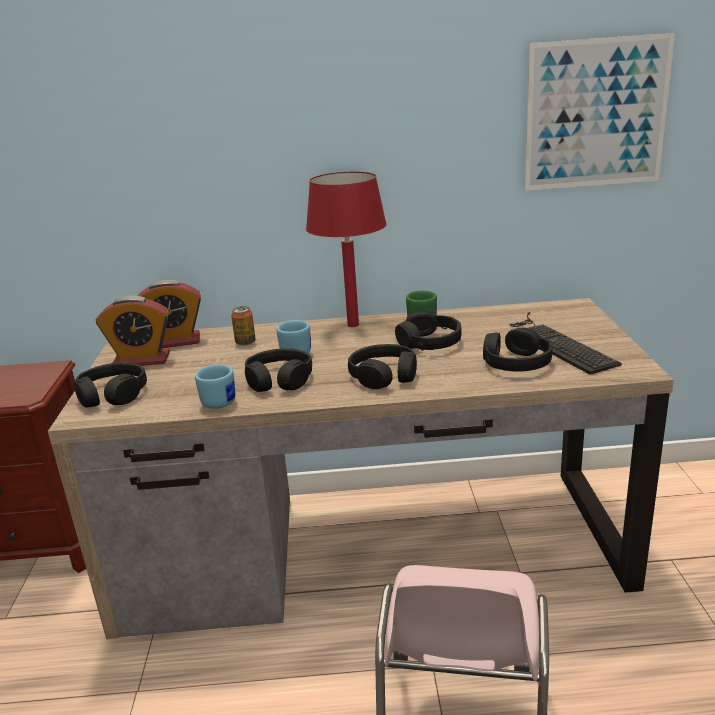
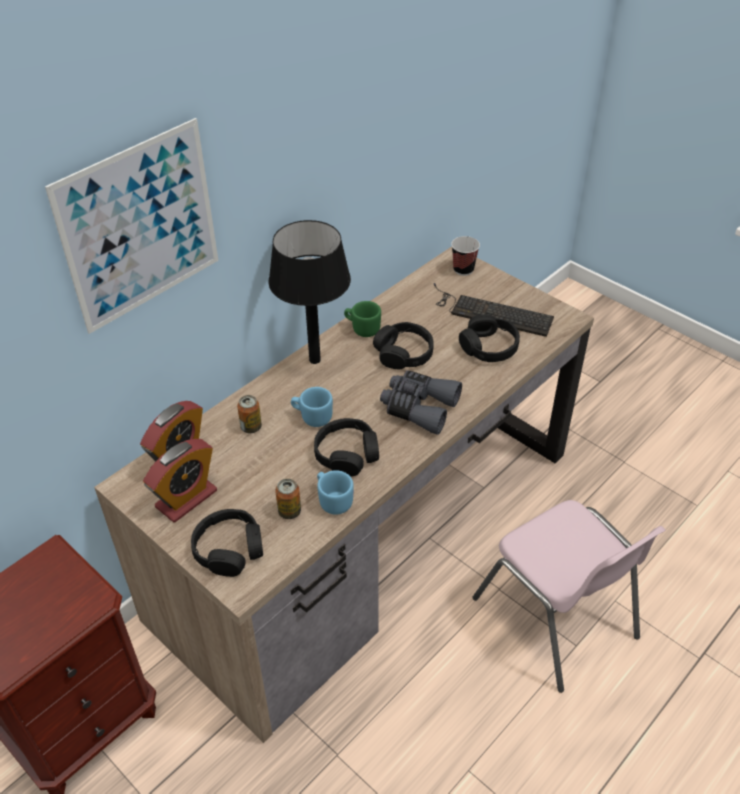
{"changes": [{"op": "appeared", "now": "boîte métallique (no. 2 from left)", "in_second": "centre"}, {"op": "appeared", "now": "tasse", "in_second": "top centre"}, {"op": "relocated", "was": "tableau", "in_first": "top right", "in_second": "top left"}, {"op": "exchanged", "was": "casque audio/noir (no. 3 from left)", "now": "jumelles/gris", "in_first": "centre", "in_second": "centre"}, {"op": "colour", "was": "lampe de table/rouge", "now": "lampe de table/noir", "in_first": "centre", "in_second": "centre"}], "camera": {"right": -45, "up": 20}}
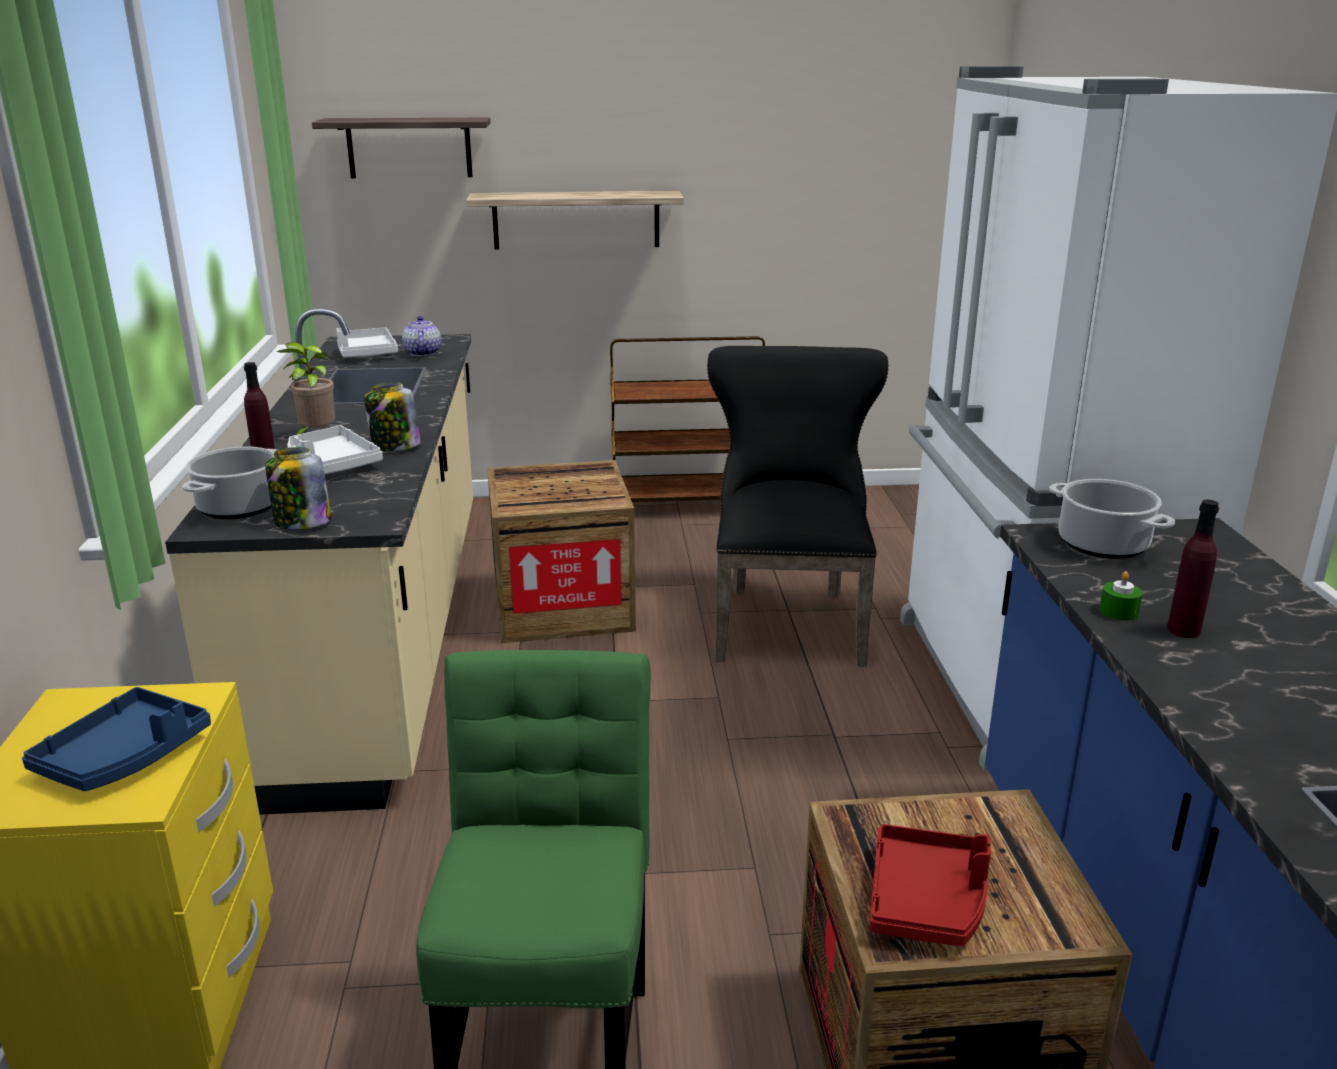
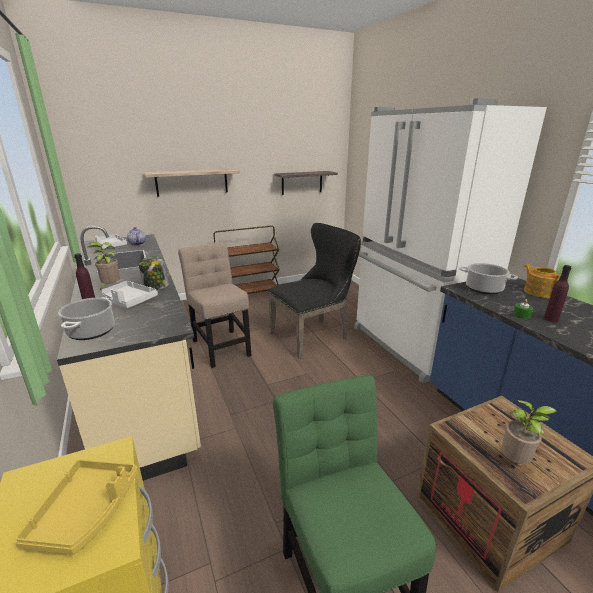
{"changes": [{"op": "missing", "was": "bocal (no. 1 from left)", "in_first": "middle left"}, {"op": "appeared", "now": "théière (no. 2 from left)", "in_second": "middle right"}, {"op": "relocated", "was": "étagère (no. 1 from left in the first image)", "now": "étagère (no. 2 from left)", "in_first": "top left", "in_second": "top centre"}, {"op": "exchanged", "was": "caisse (no. 1 from left)", "now": "chaise/beige", "in_first": "centre", "in_second": "centre"}, {"op": "exchanged", "was": "plateau/rouge", "now": "plante en pot (no. 2 from left)", "in_first": "bottom right", "in_second": "bottom right"}, {"op": "colour", "was": "plateau/bleu", "now": "plateau/jaune", "in_first": "bottom left", "in_second": "bottom left"}, {"op": "spun", "was": "chaise/noir", "in_first": "centre", "in_second": "centre", "clockwise": 75}], "camera": {"right": -20, "up": 0}}
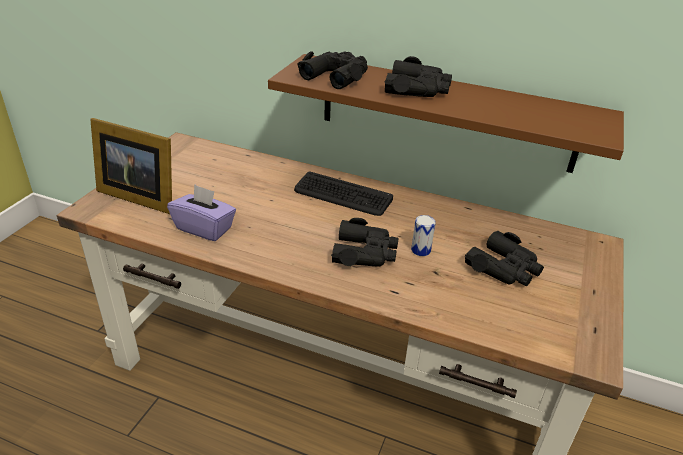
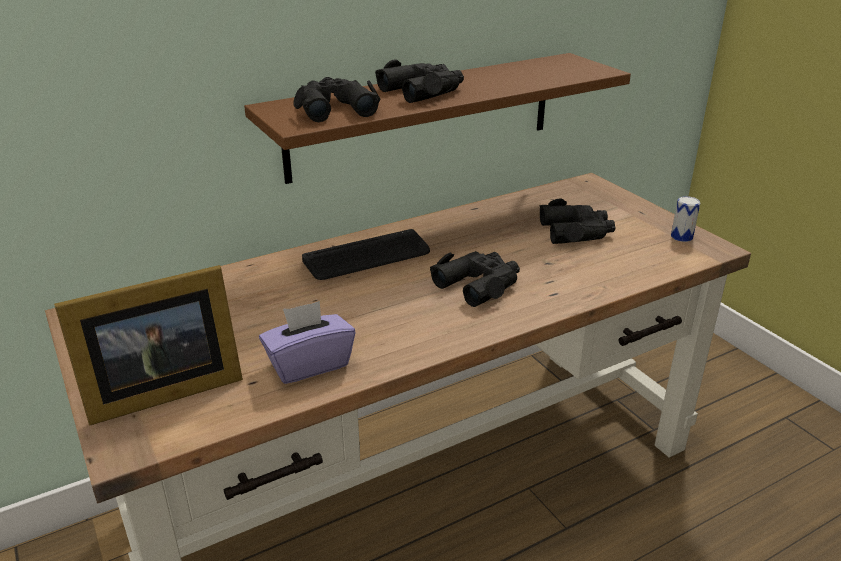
{"changes": [{"op": "relocated", "was": "boîte métallique", "in_first": "centre", "in_second": "middle right"}], "camera": {"right": -50, "up": -5}}
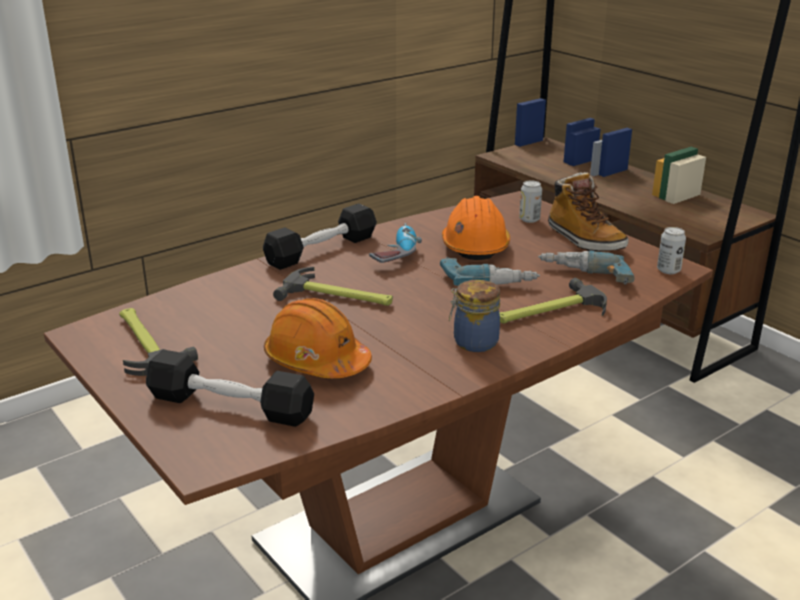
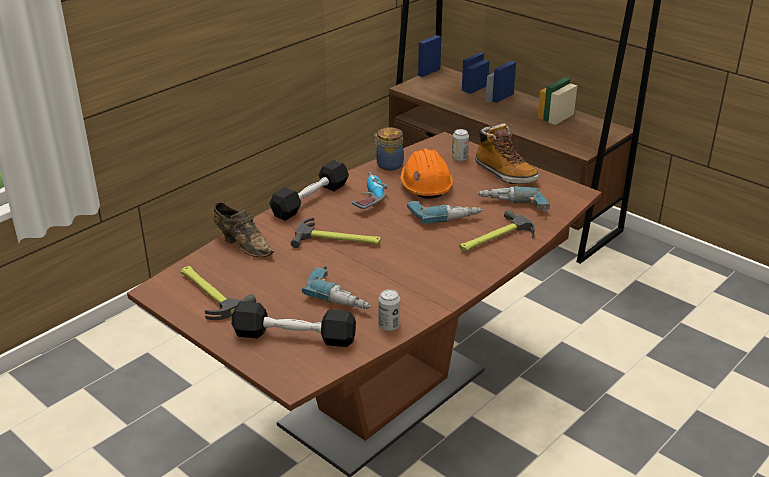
{"changes": [{"op": "appeared", "now": "chaussure/marron", "in_second": "middle left"}, {"op": "relocated", "was": "bocal", "in_first": "centre", "in_second": "top centre"}, {"op": "relocated", "was": "boîte métallique (no. 2 from left in the first image)", "now": "boîte métallique (no. 1 from left)", "in_first": "middle right", "in_second": "centre"}, {"op": "exchanged", "was": "casque de chantier/orange (no. 1 from left)", "now": "perceuse (no. 1 from left)", "in_first": "centre", "in_second": "centre"}], "camera": {"right": -10, "up": 5}}
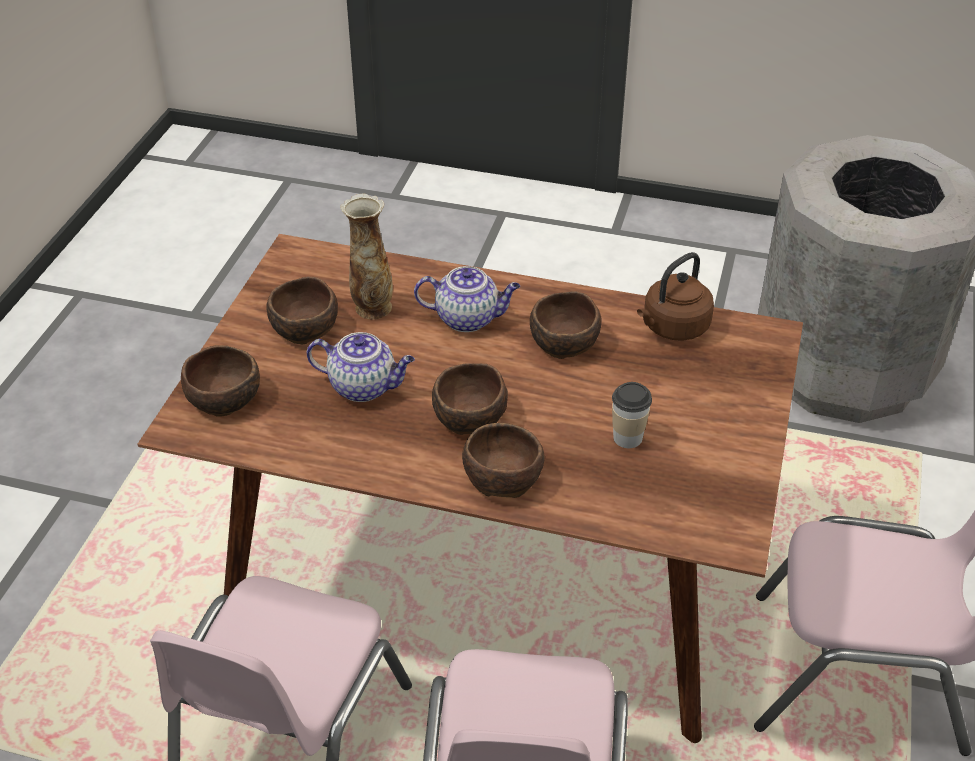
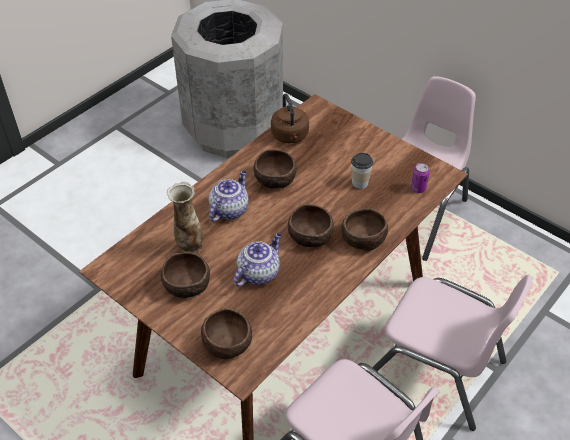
{"changes": [{"op": "appeared", "now": "boîte métallique", "in_second": "middle right"}], "camera": {"right": -65, "up": 5}}
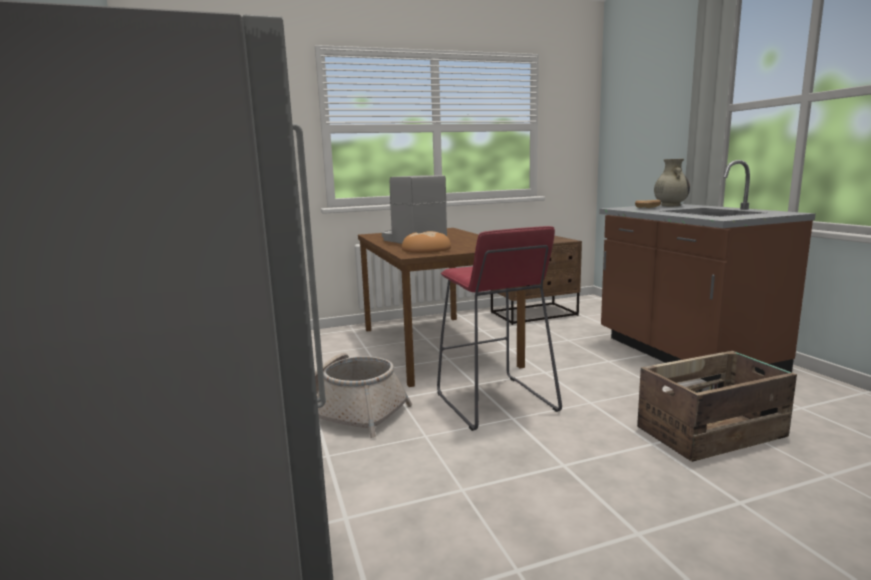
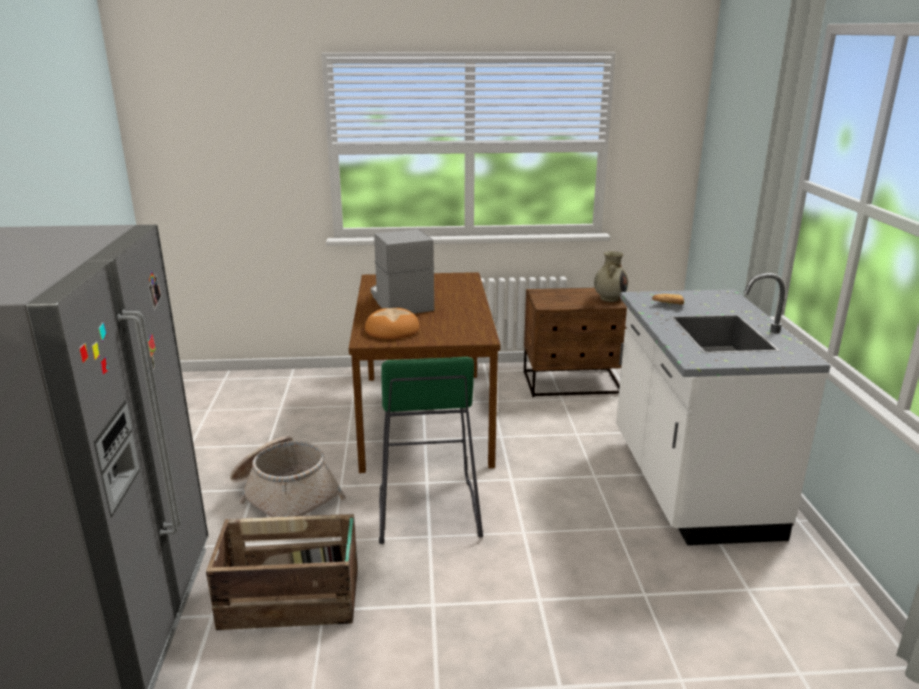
{"changes": [{"op": "relocated", "was": "caisse", "in_first": "bottom right", "in_second": "bottom left"}, {"op": "relocated", "was": "vase/beige", "in_first": "top right", "in_second": "centre"}, {"op": "colour", "was": "tabouret/rouge", "now": "tabouret/vert", "in_first": "centre", "in_second": "centre"}, {"op": "colour", "was": "comptoir de cuisine/marron", "now": "comptoir de cuisine/blanc", "in_first": "middle right", "in_second": "middle right"}], "camera": {"right": 15, "up": 10}}
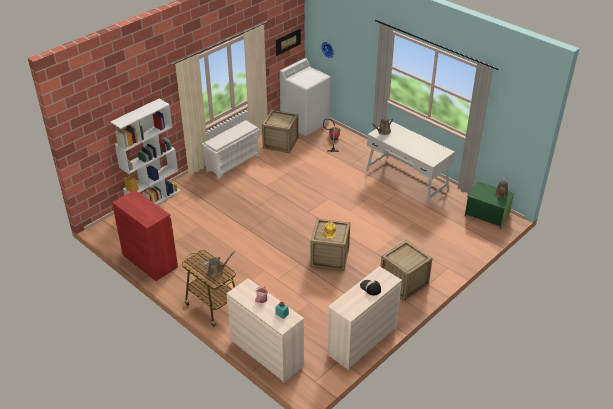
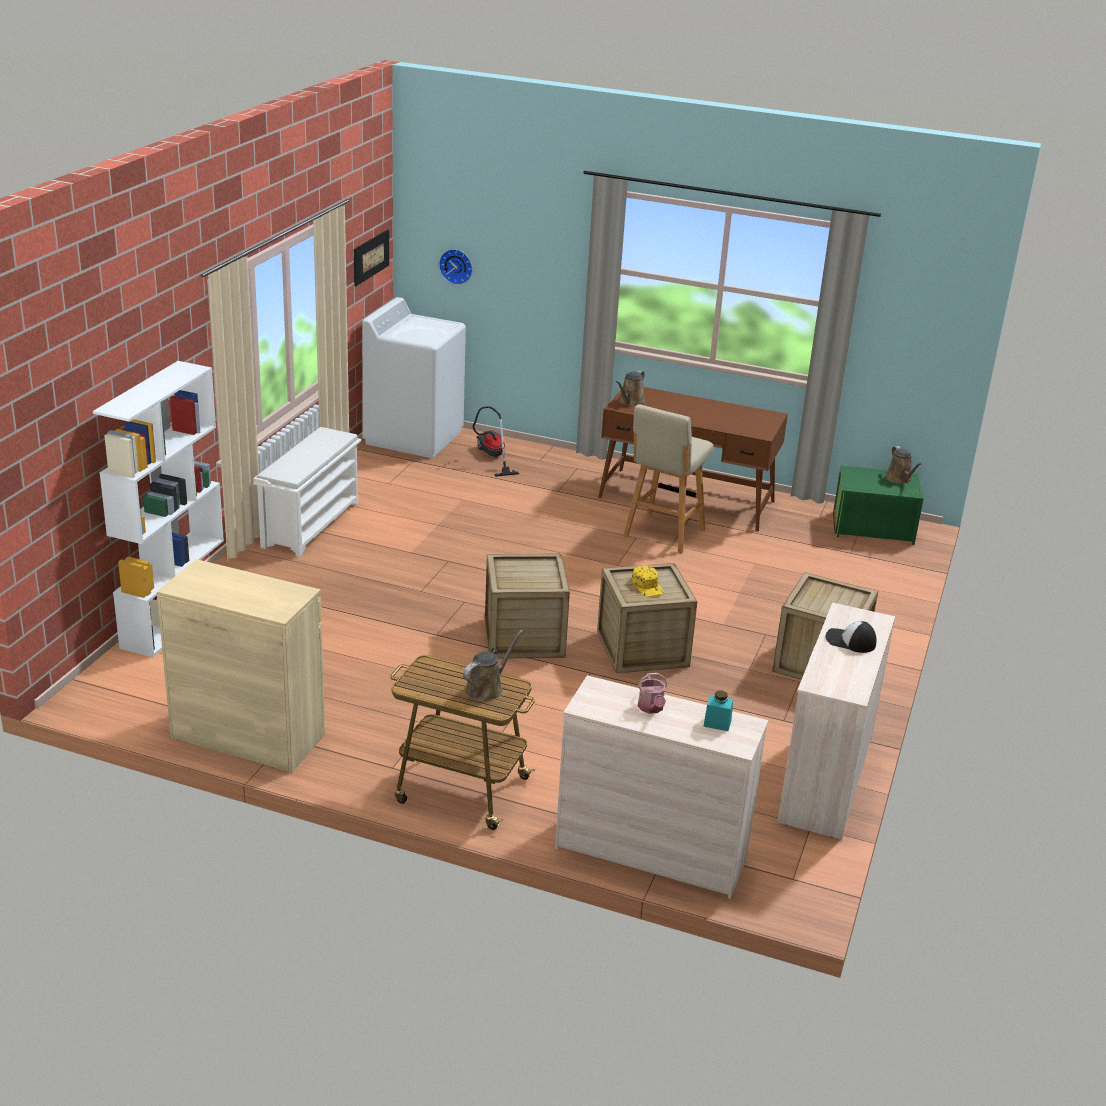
{"changes": [{"op": "appeared", "now": "tabouret/beige", "in_second": "centre"}, {"op": "relocated", "was": "caisse (no. 1 from left)", "in_first": "top centre", "in_second": "centre"}, {"op": "colour", "was": "meuble de rangement/rouge", "now": "meuble de rangement/beige", "in_first": "middle left", "in_second": "middle left"}, {"op": "colour", "was": "bureau/blanc", "now": "bureau/marron", "in_first": "middle right", "in_second": "centre"}], "camera": {"right": -25, "up": -10}}
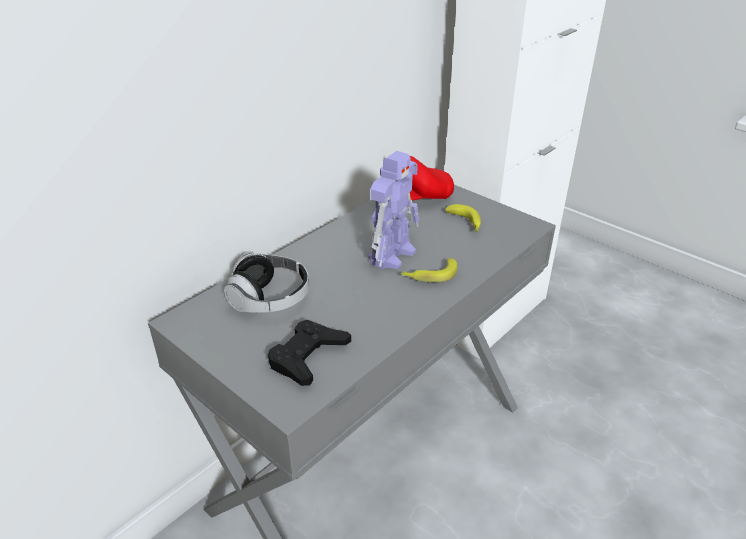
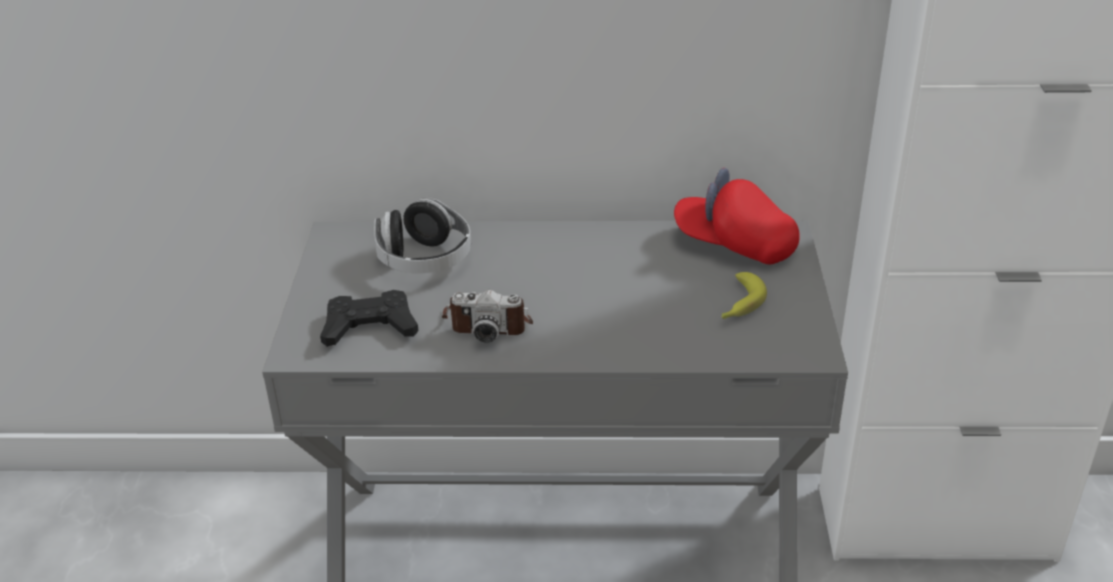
{"changes": [{"op": "missing", "was": "robot jouet", "in_first": "centre"}, {"op": "missing", "was": "banane (no. 1 from left)", "in_first": "centre"}, {"op": "appeared", "now": "appareil photo", "in_second": "centre"}], "camera": {"right": 50, "up": 0}}
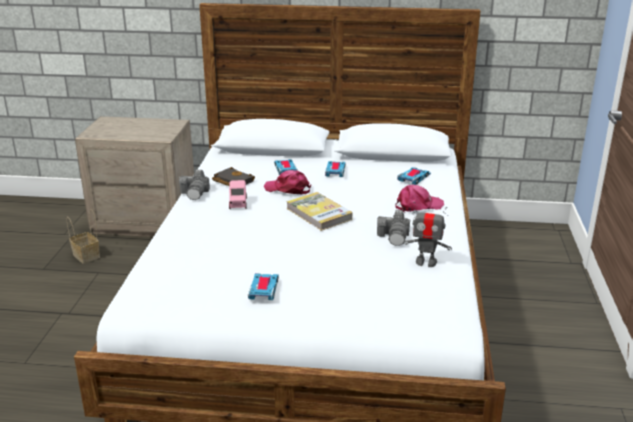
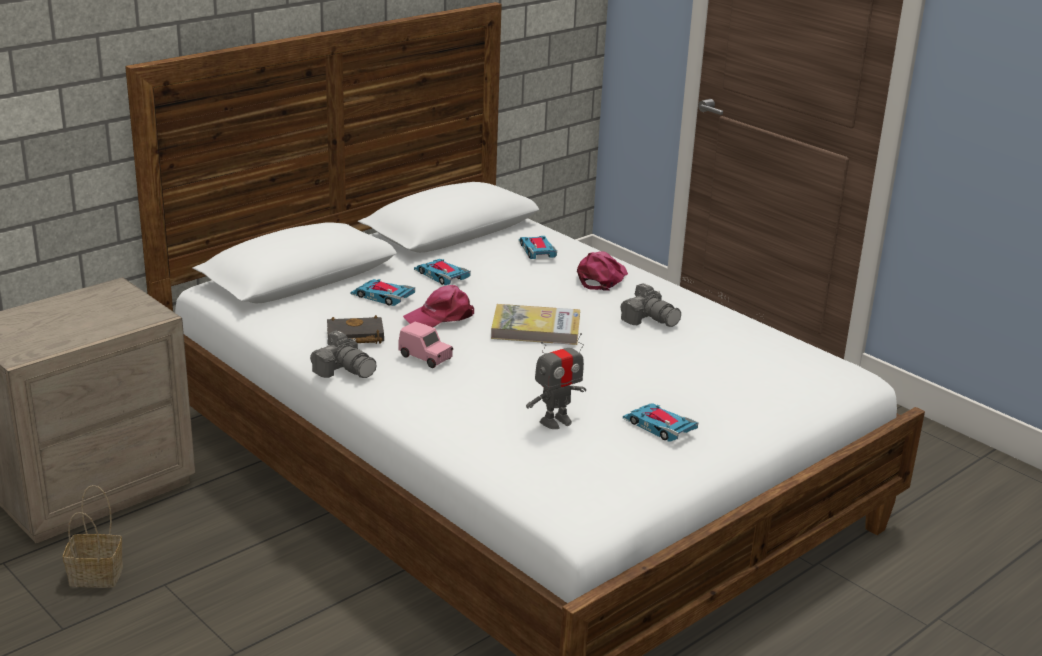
{"changes": [{"op": "relocated", "was": "robot jouet", "in_first": "middle right", "in_second": "centre"}], "camera": {"right": -50, "up": 0}}
